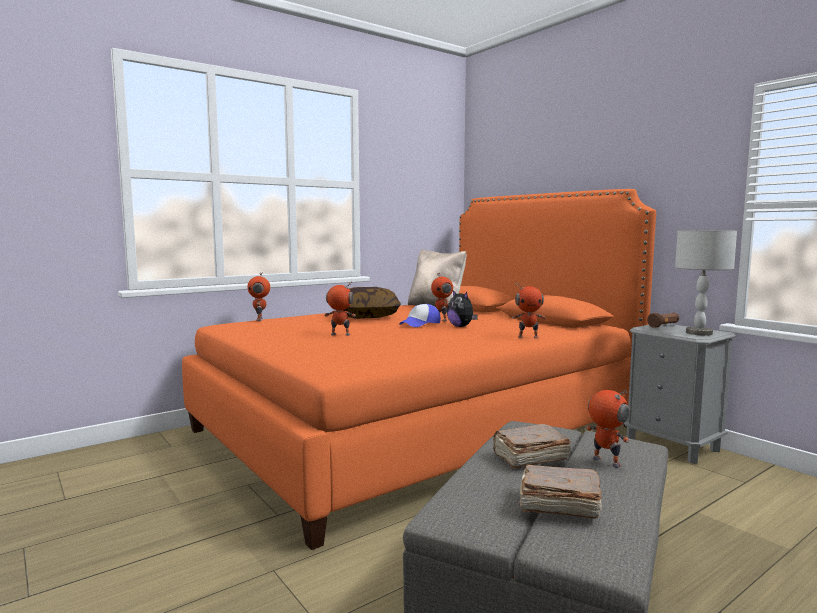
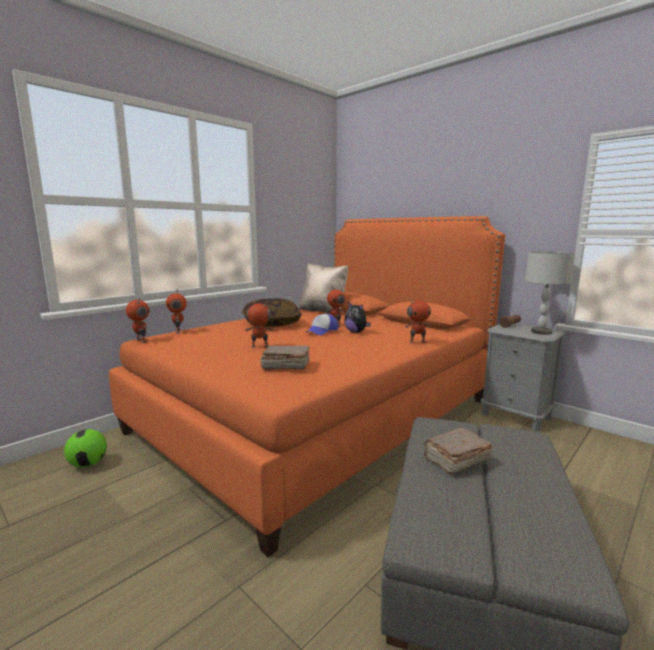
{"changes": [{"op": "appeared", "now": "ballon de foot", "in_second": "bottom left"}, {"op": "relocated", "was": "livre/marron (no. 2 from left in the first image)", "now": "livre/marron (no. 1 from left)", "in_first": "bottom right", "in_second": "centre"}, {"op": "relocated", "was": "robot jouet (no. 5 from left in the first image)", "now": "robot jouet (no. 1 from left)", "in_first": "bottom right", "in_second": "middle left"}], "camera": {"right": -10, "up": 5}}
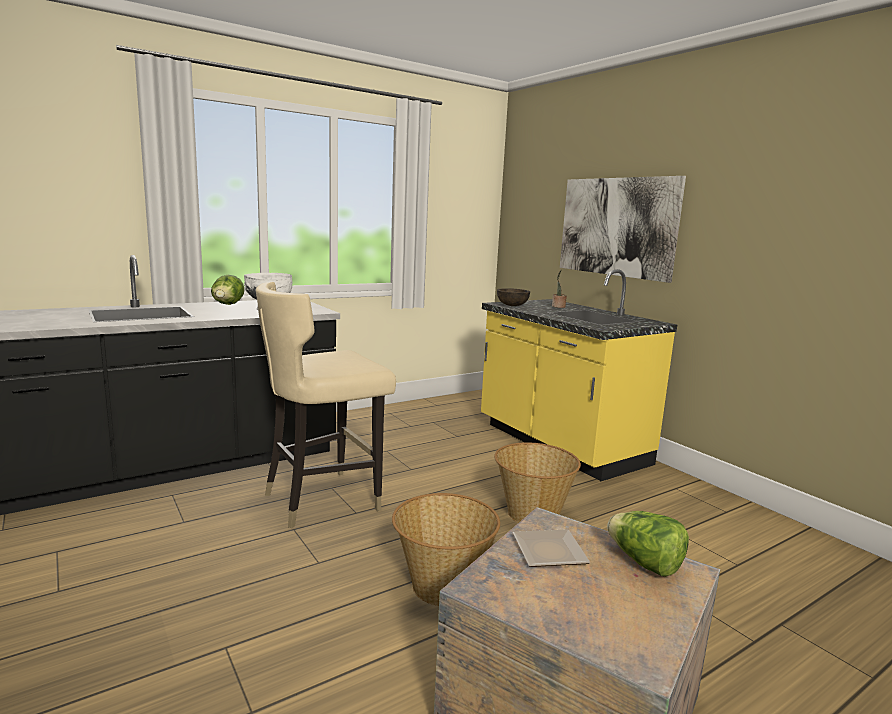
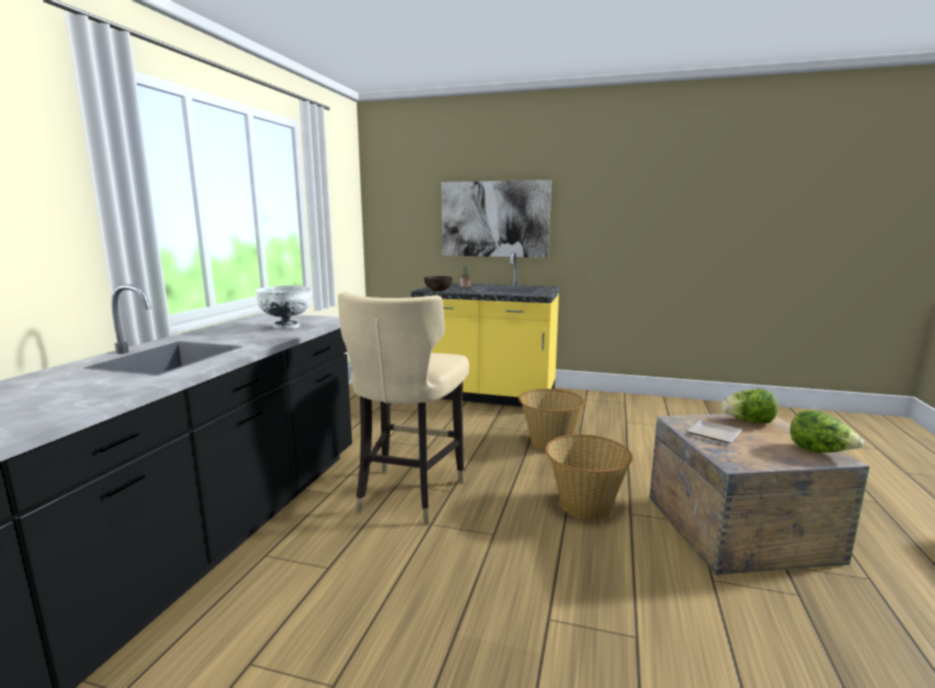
{"changes": [{"op": "relocated", "was": "laitue (no. 1 from left in the first image)", "now": "laitue (no. 2 from left)", "in_first": "middle left", "in_second": "middle right"}], "camera": {"right": -40, "up": 0}}
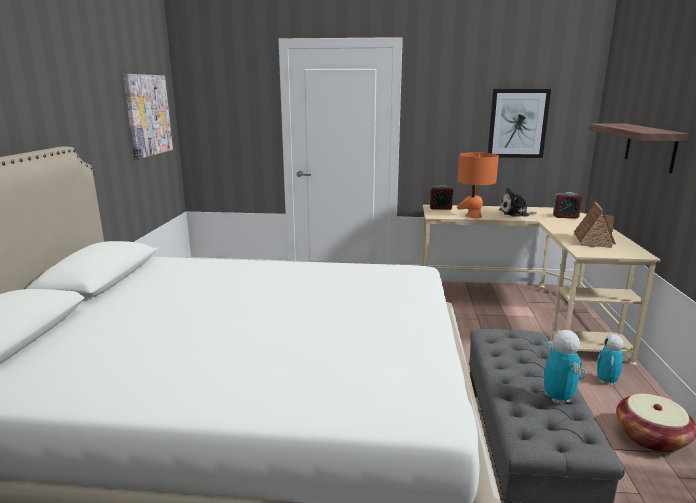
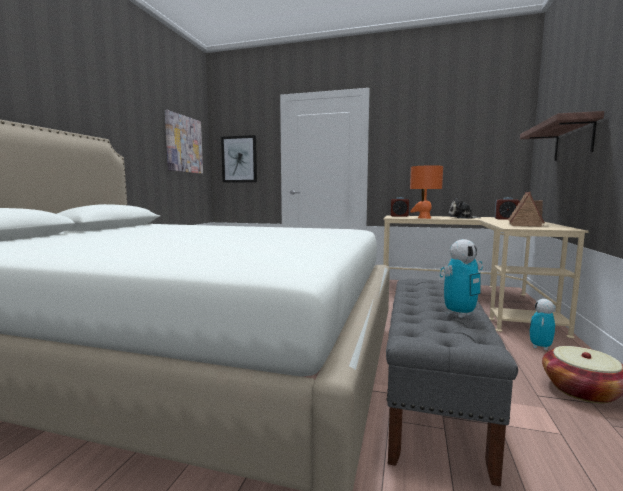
{"changes": [{"op": "relocated", "was": "tableau (no. 2 from left)", "in_first": "top right", "in_second": "top centre"}, {"op": "spun", "was": "robot jouet (no. 1 from left)", "in_first": "bottom right", "in_second": "middle right", "clockwise": 60}], "camera": {"right": 10, "up": -10}}
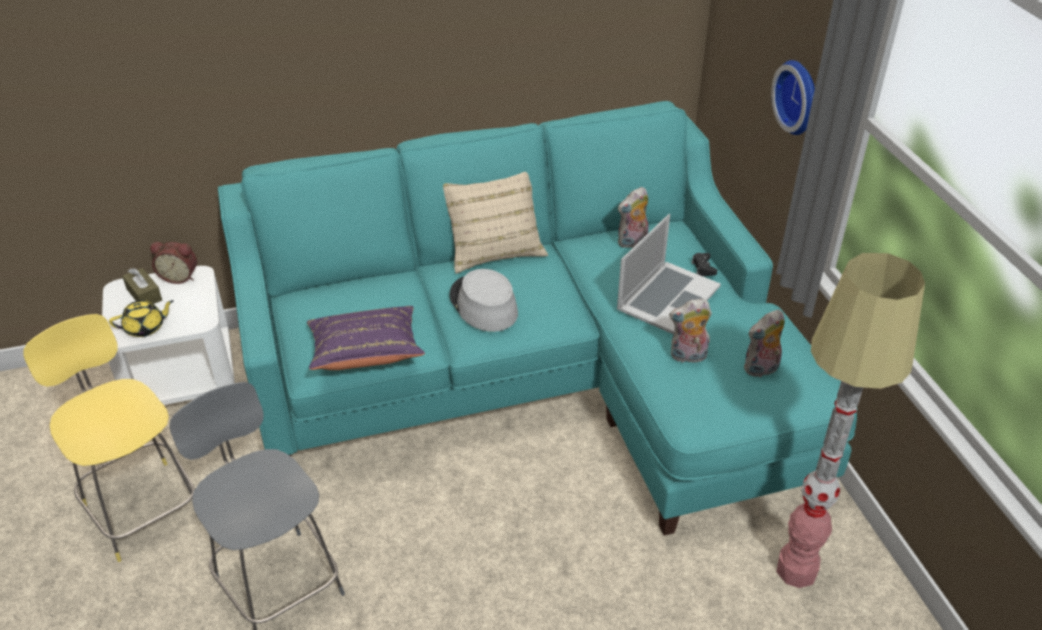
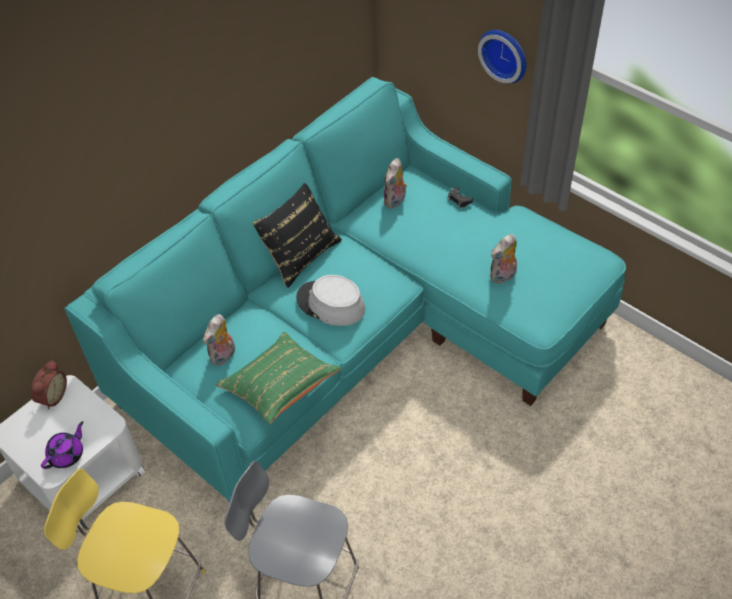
{"changes": [{"op": "missing", "was": "boîte à mouchoirs/marron", "in_first": "middle left"}, {"op": "missing", "was": "ordinateur portable", "in_first": "centre"}, {"op": "missing", "was": "lampadaire", "in_first": "bottom right"}, {"op": "relocated", "was": "peluche (no. 3 from left in the first image)", "now": "peluche (no. 1 from left)", "in_first": "middle right", "in_second": "middle left"}, {"op": "colour", "was": "théière/jaune", "now": "théière/violet", "in_first": "middle left", "in_second": "bottom left"}, {"op": "colour", "was": "coussin/violet", "now": "coussin/vert", "in_first": "centre", "in_second": "centre"}, {"op": "colour", "was": "coussin/beige", "now": "coussin/noir", "in_first": "centre", "in_second": "centre"}, {"op": "spun", "was": "réveil", "in_first": "middle left", "in_second": "middle left", "clockwise": -45}], "camera": {"right": -30, "up": 10}}
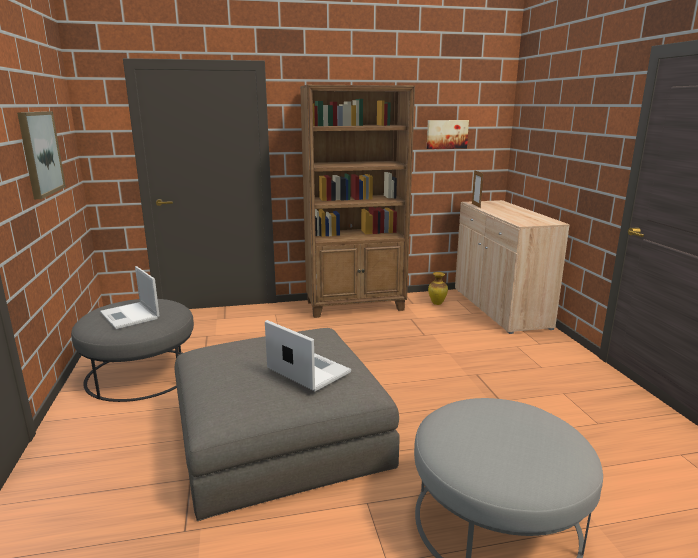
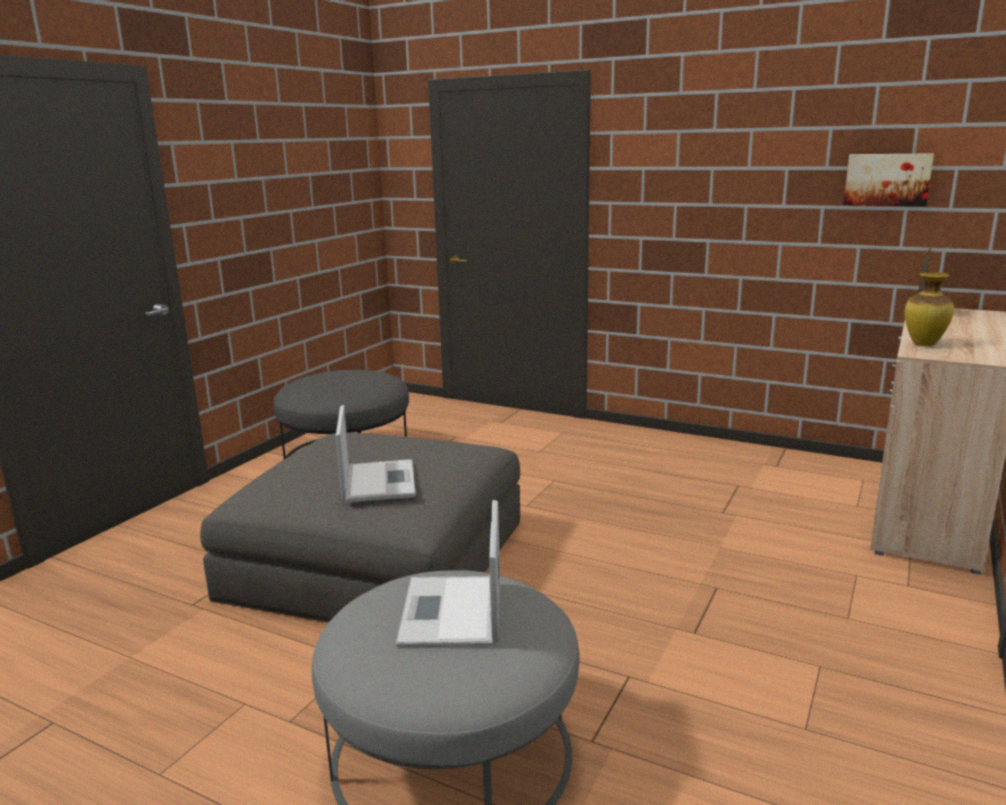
{"changes": [{"op": "missing", "was": "tableau (no. 1 from left)", "in_first": "top left"}, {"op": "missing", "was": "bibliothèque/marron", "in_first": "centre"}, {"op": "relocated", "was": "ordinateur portable (no. 1 from left in the first image)", "now": "ordinateur portable (no. 2 from left)", "in_first": "middle left", "in_second": "bottom centre"}, {"op": "relocated", "was": "vase", "in_first": "centre", "in_second": "middle right"}], "camera": {"right": 40, "up": 0}}
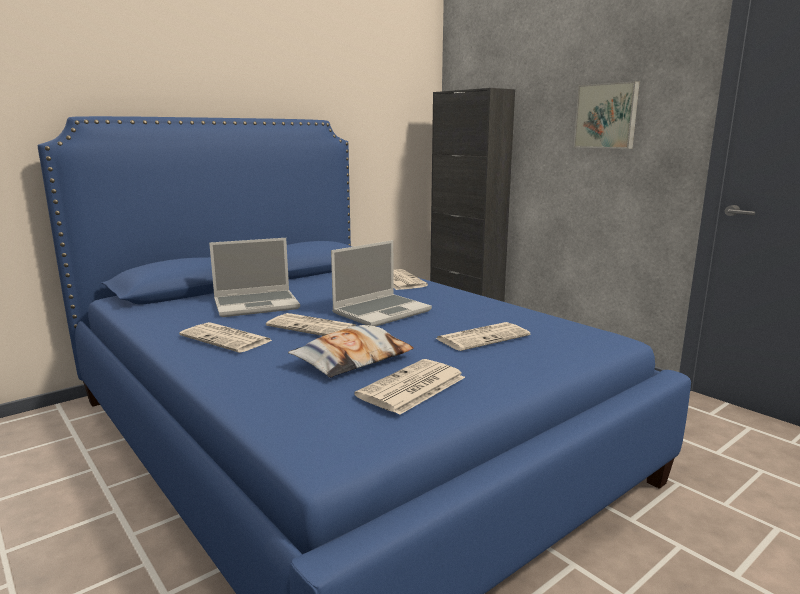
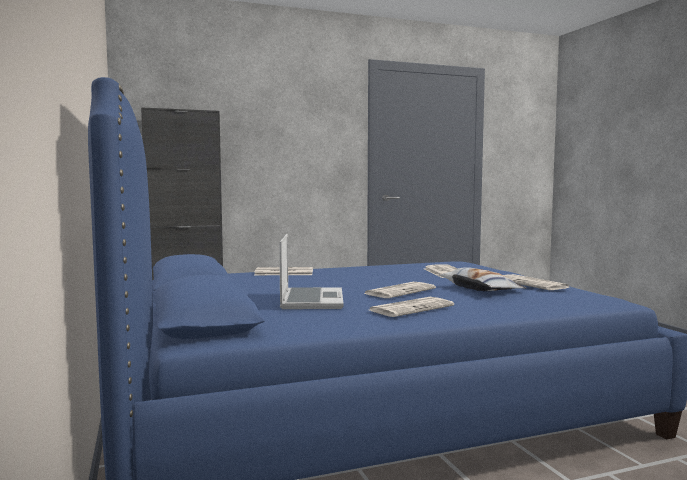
{"changes": [{"op": "missing", "was": "ordinateur portable (no. 2 from left)", "in_first": "centre"}, {"op": "missing", "was": "tableau", "in_first": "top right"}], "camera": {"right": -70, "up": -10}}
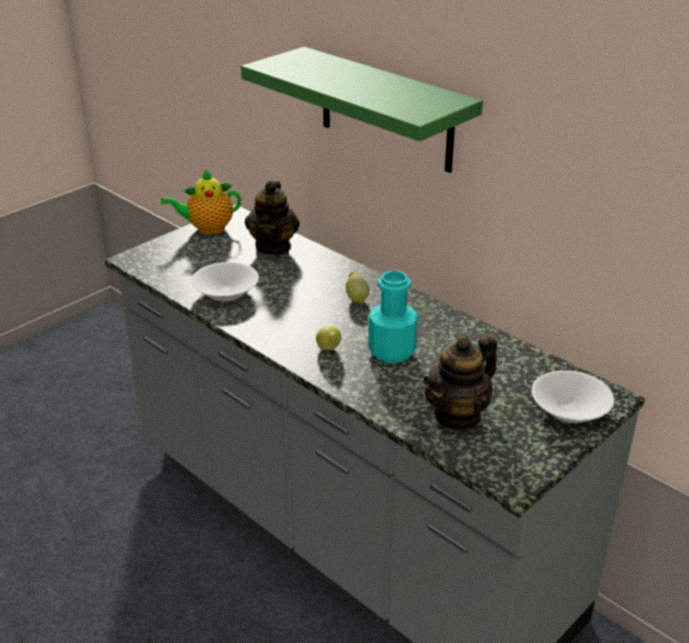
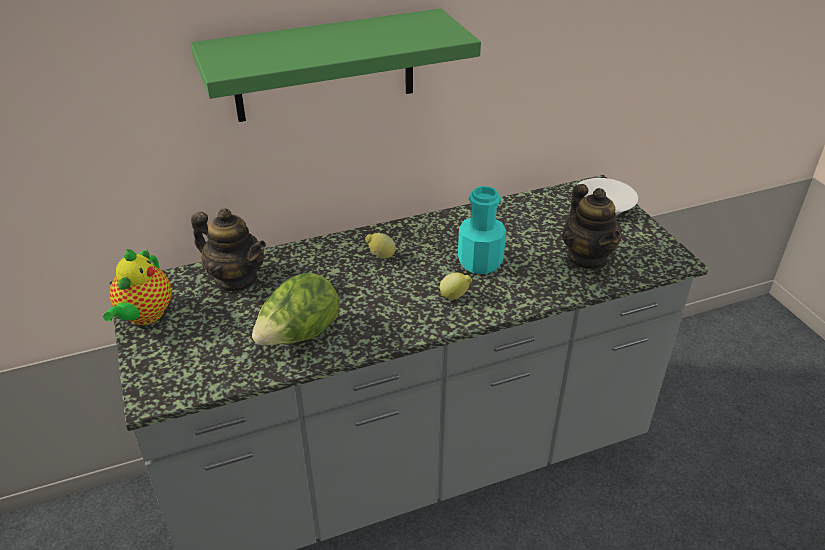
{"changes": [{"op": "exchanged", "was": "bol/blanc (no. 1 from left)", "now": "laitue", "in_first": "middle left", "in_second": "centre"}], "camera": {"right": -65, "up": 5}}
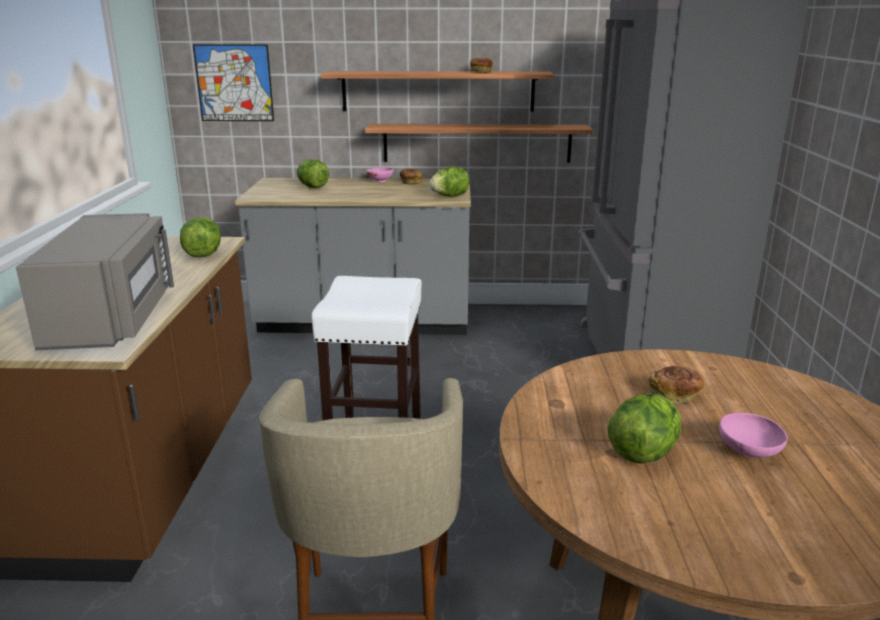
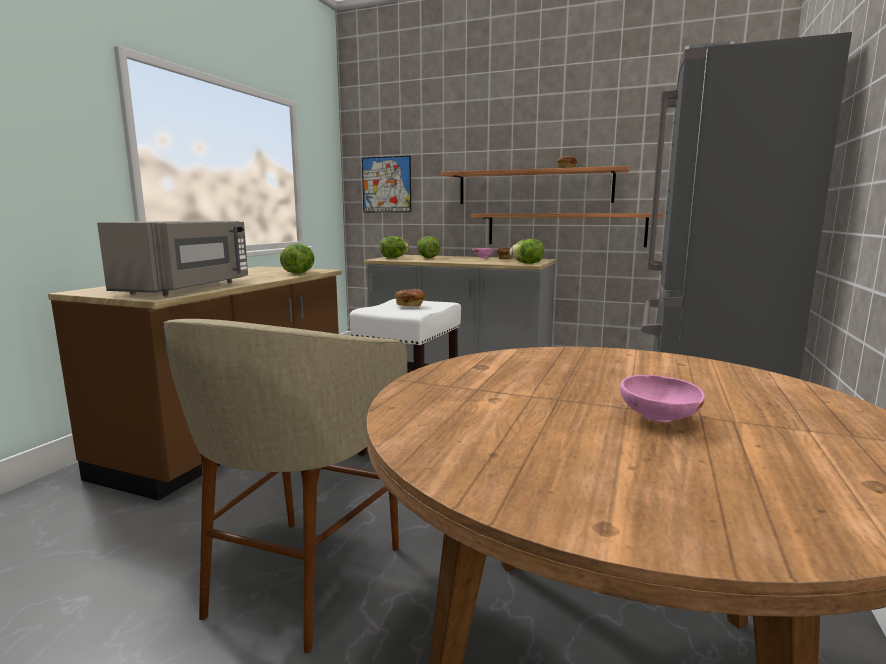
{"changes": [{"op": "relocated", "was": "laitue (no. 4 from left in the first image)", "now": "laitue (no. 2 from left)", "in_first": "bottom right", "in_second": "centre"}, {"op": "relocated", "was": "pain (no. 3 from left in the first image)", "now": "pain (no. 1 from left)", "in_first": "middle right", "in_second": "centre"}], "camera": {"right": 20, "up": -10}}
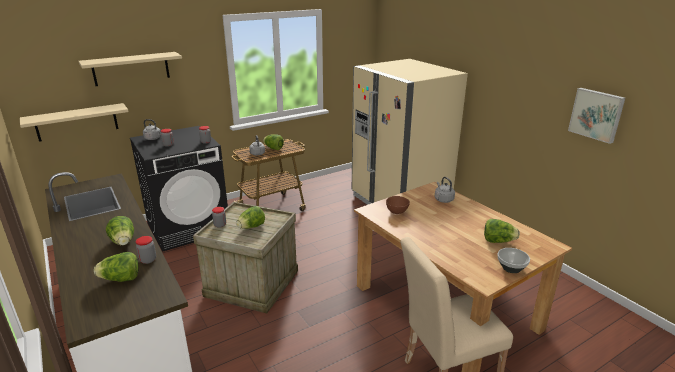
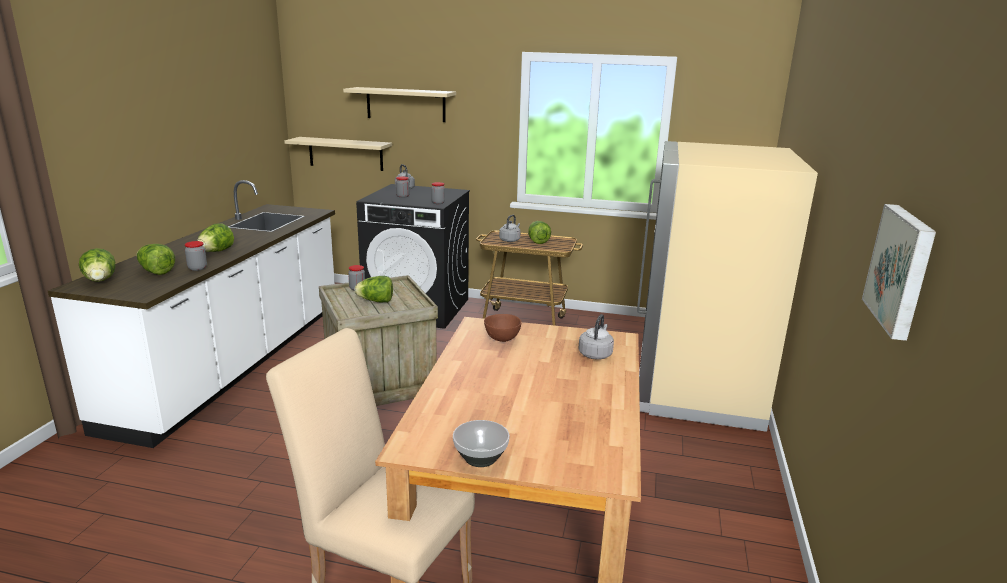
{"changes": [{"op": "relocated", "was": "laitue (no. 5 from left in the first image)", "now": "laitue (no. 1 from left)", "in_first": "middle right", "in_second": "middle left"}], "camera": {"right": 45, "up": -5}}
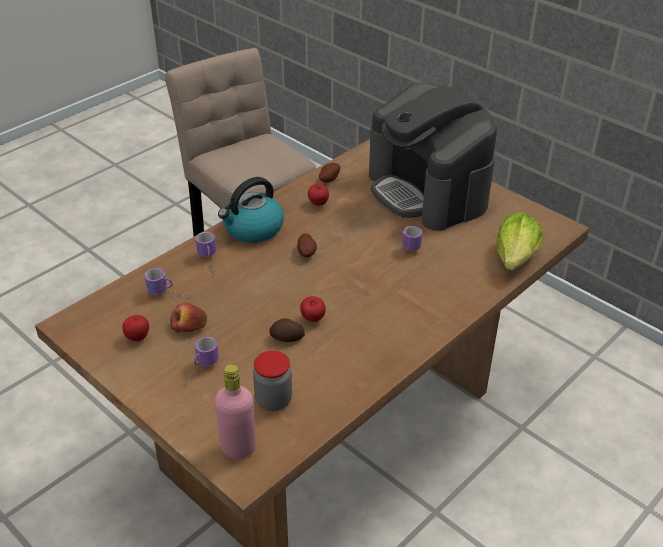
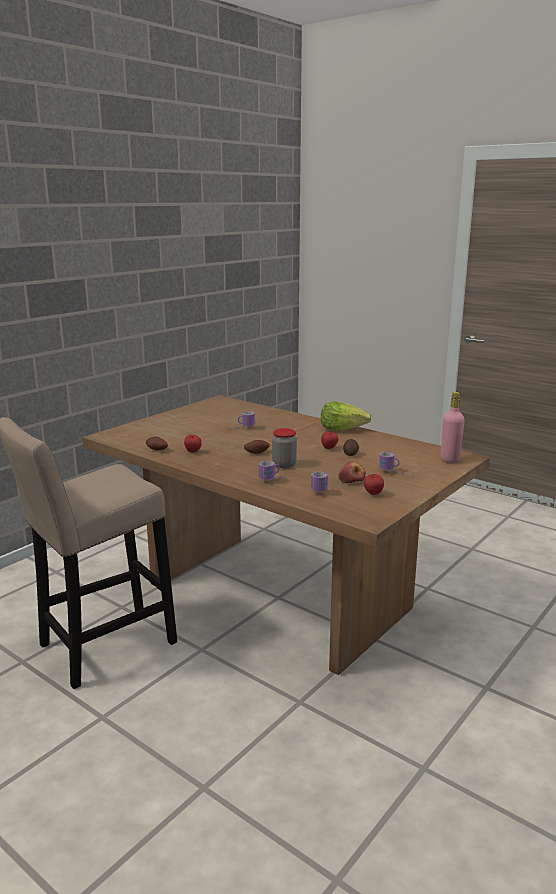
{"changes": [{"op": "missing", "was": "bouilloire", "in_first": "centre"}, {"op": "missing", "was": "machine à café", "in_first": "top centre"}, {"op": "relocated", "was": "bocal", "in_first": "bottom centre", "in_second": "centre"}, {"op": "relocated", "was": "laitue", "in_first": "middle right", "in_second": "centre"}], "camera": {"right": -95, "up": -20}}
